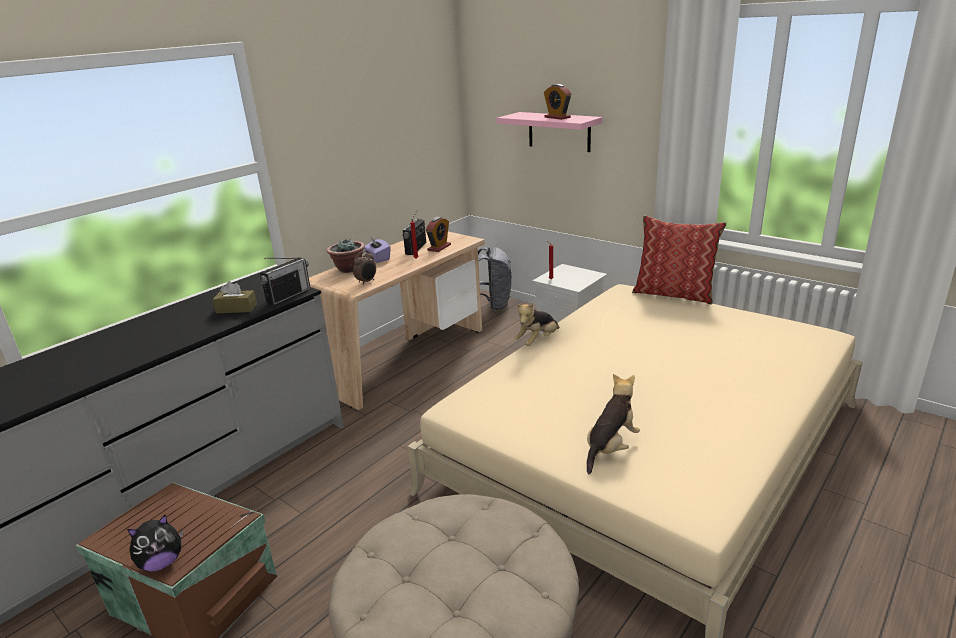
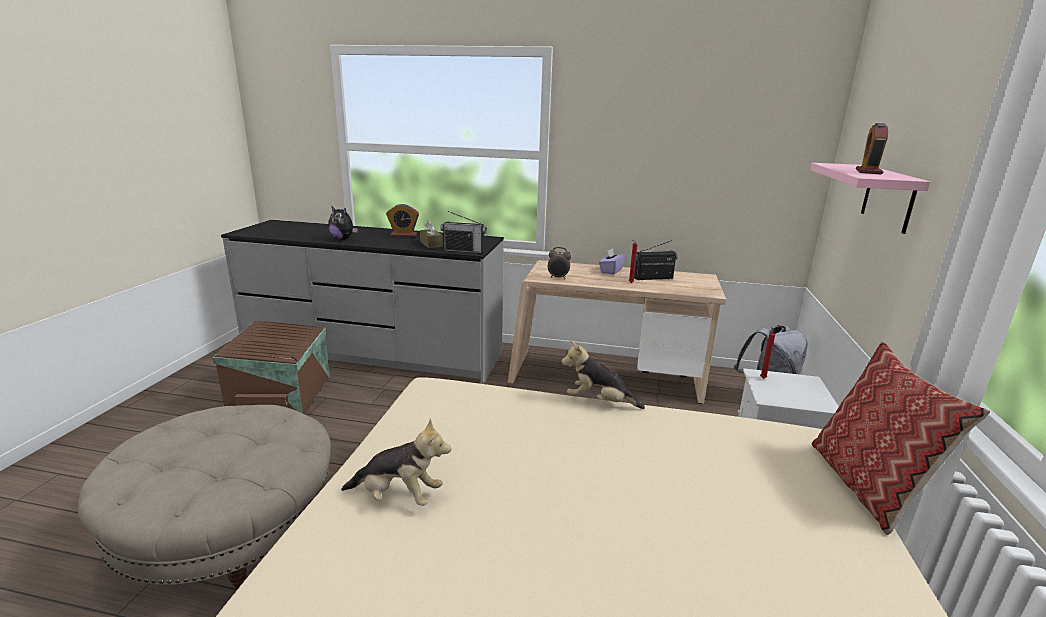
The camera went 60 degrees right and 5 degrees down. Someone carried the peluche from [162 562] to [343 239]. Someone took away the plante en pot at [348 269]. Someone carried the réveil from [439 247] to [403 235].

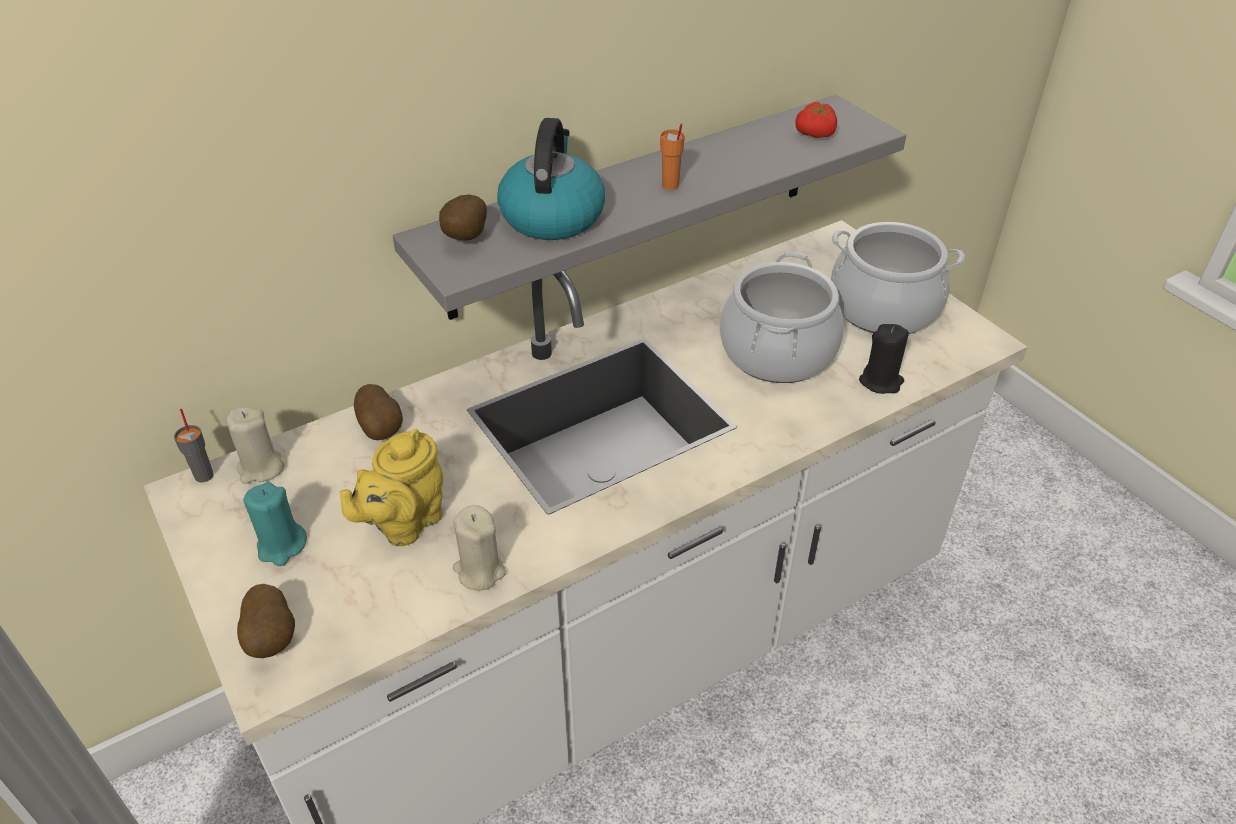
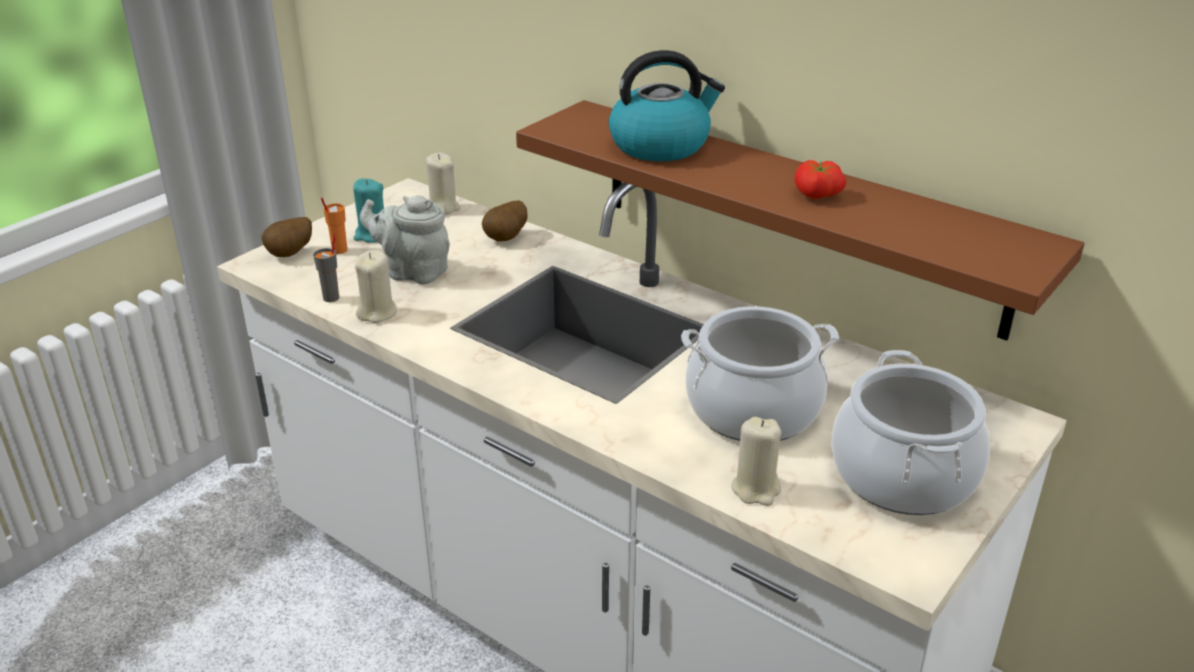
The camera went 70 degrees right and 10 degrees down. Someone carried the tasse [gris] from [204 475] to [331 298]. Someone repainted the théière [jaune] at [404 523], which became the théière [gris] at [413 272]. Someone repainted the étagère [gris] at [635 205], which became the étagère [marron] at [796 214]. Someone took away the pomme de terre at [463 239]. Someone carried the tasse [orange] from [670 185] to [339 250]. Someone carried the tomate from [816 134] to [816 195]. Someone repainted the bougie [noir] at [881 382], which became the bougie [beige] at [756 489].

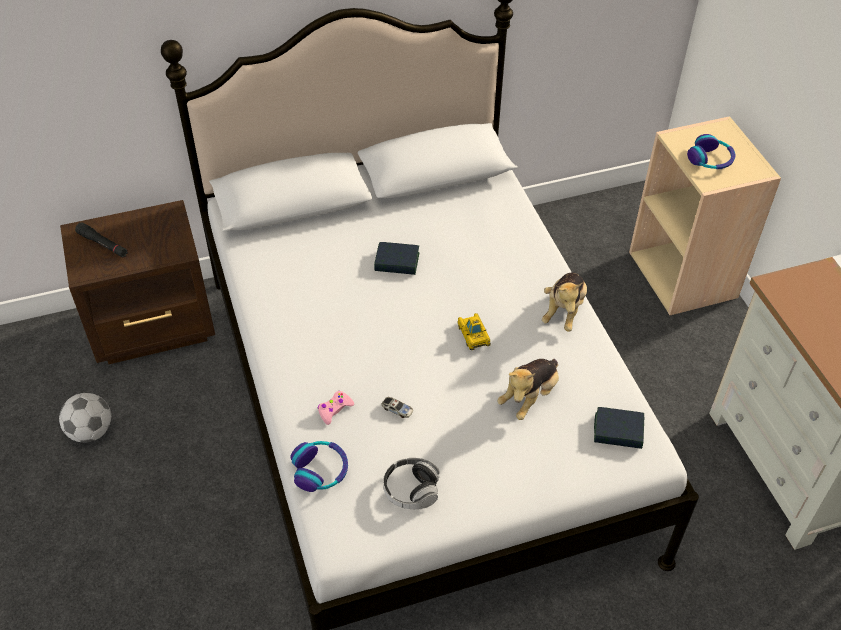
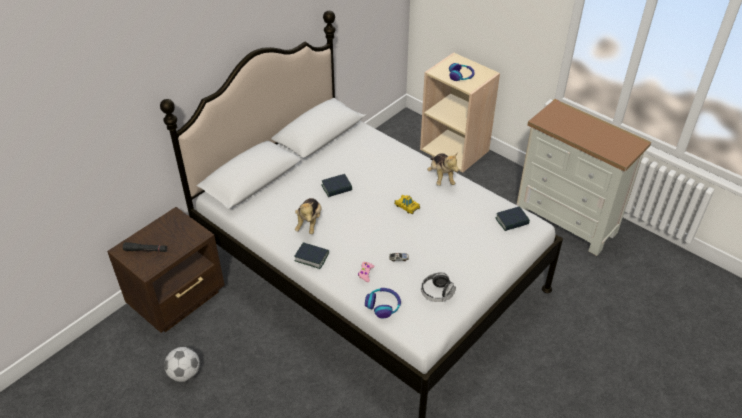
The camera went 30 degrees left and 5 degrees down. Someone carried the peluche from [529 396] to [309 223]. Someone put down the livre at [311 257].

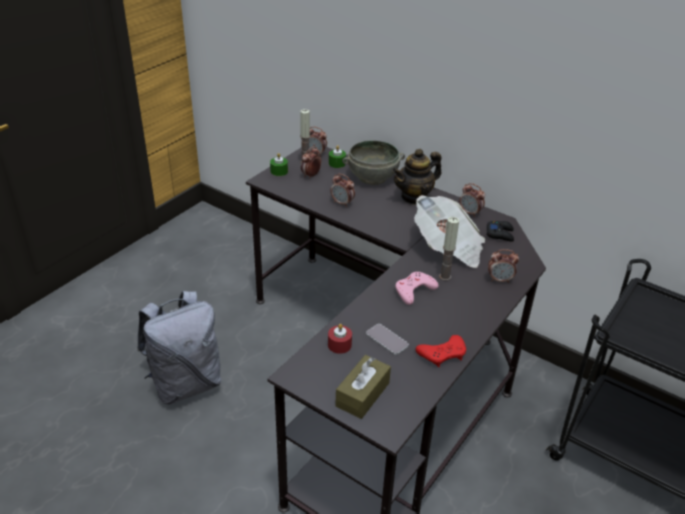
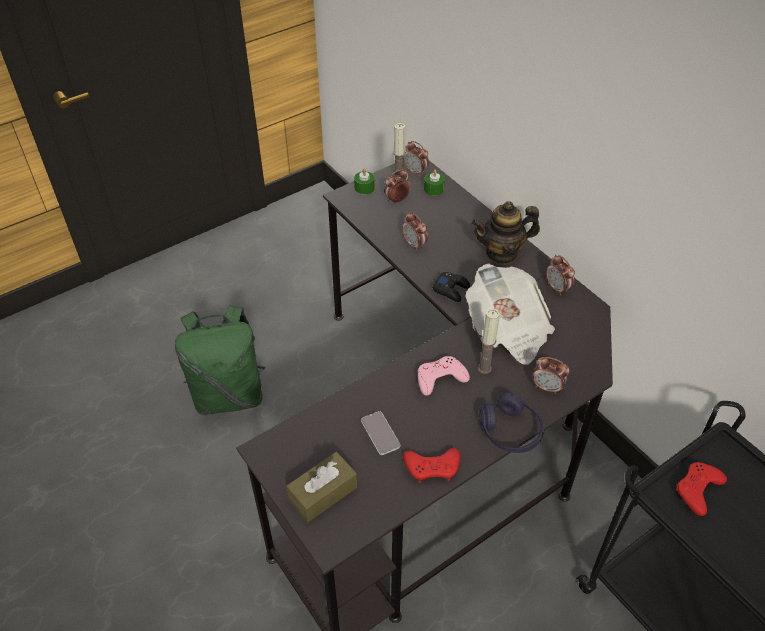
The camera went 20 degrees right and 10 degrees up. Someone repainted the sac à dos [gris] at [186 383], which became the sac à dos [vert] at [229 394]. Someone took away the bougie [rouge] at [339 345]. Someone took away the bol [gris] at [372 177]. Someone carried the manette [noir] from [500 234] to [451 289]. Someone put down the casque audio [violet] at [510 431]. Someone put down the manette [rouge] at [698 489].

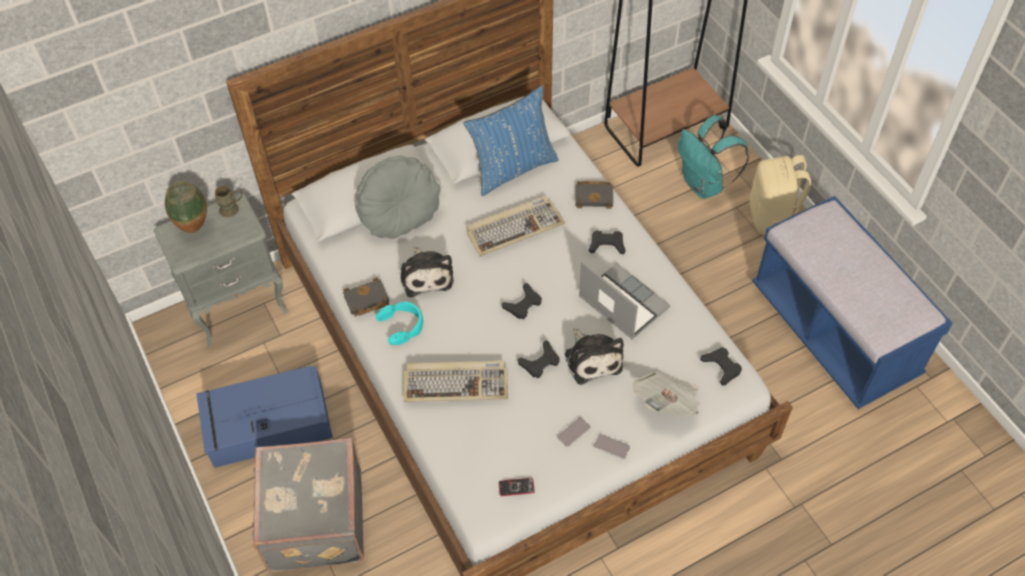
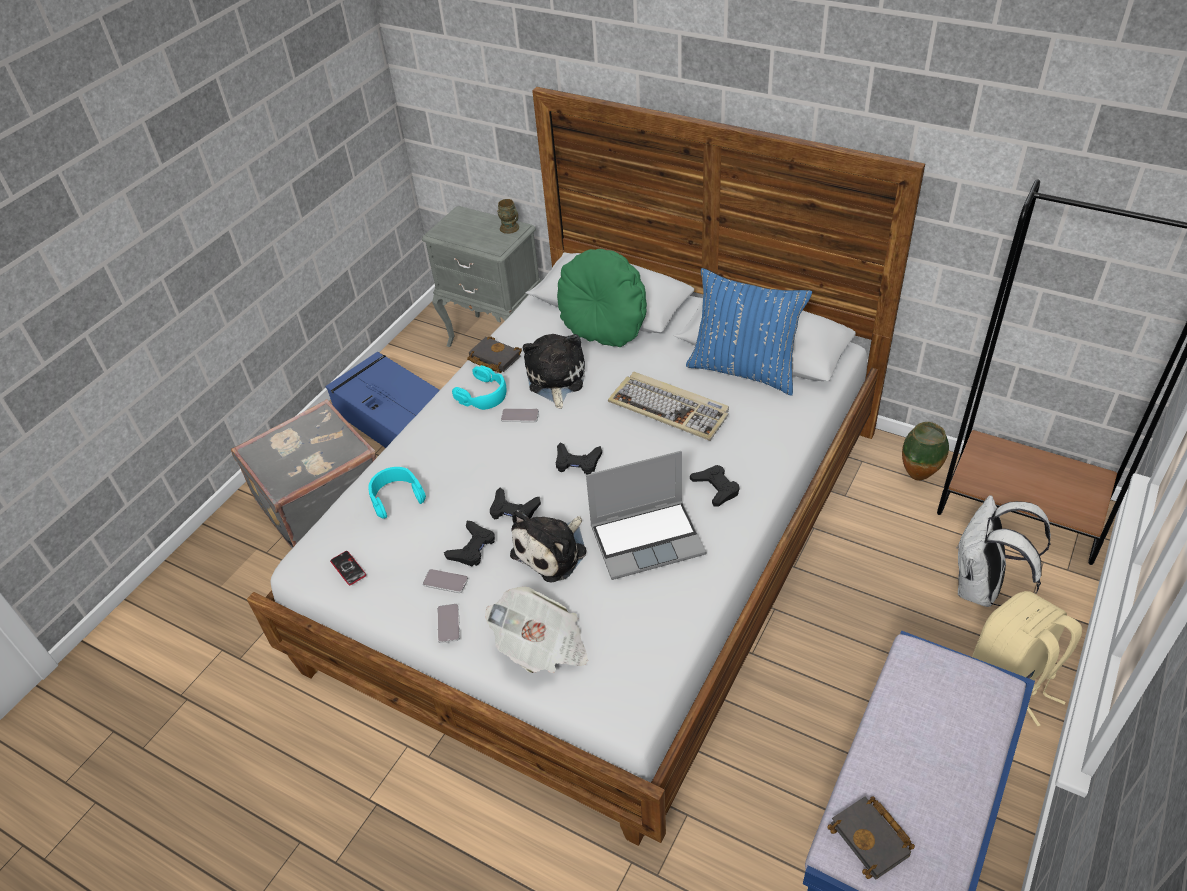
The camera went 60 degrees right and 10 degrees down. Someone carried the vase from [195 229] to [919 478]. Someone repainted the coussin [gris] at [401 221], which became the coussin [vert] at [604 333]. Someone rotated the peluche at [426 275] by 135 degrees clockwise. Someone took away the clavier at [456 383]. Someone carried the livre [noir] from [595 196] to [873 840]. Someone rotated the ordinateur portable at [621 303] by 60 degrees clockwise. Someone repainted the sac à dos [turquoise] at [704 185], which became the sac à dos [blanc] at [982 588]. Someone carried the manette [noir] from [721 367] to [472 548]. Someone put down the casque audio [turquoise] at [396 497]. Someone put down the téléphone at [520 416].

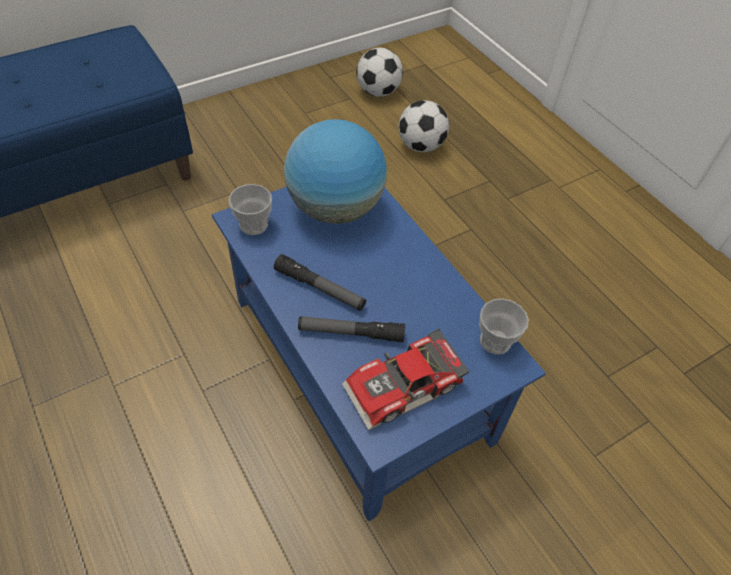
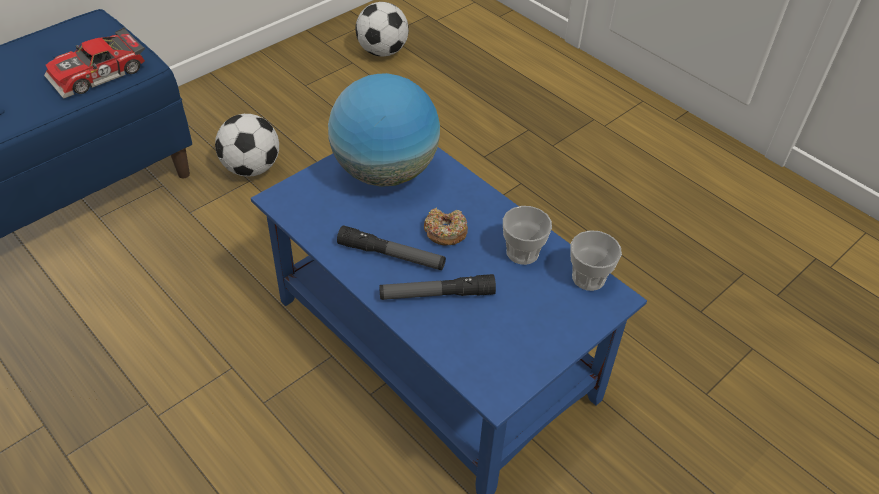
The camera went 10 degrees left and 5 degrees down. Someone carried the tasse from [253 225] to [522 252]. Someone carried the petite voiture from [405 389] to [99 74]. Someone carried the ballon de foot from [420 146] to [251 168]. Someone put down the beignet at [445 232].

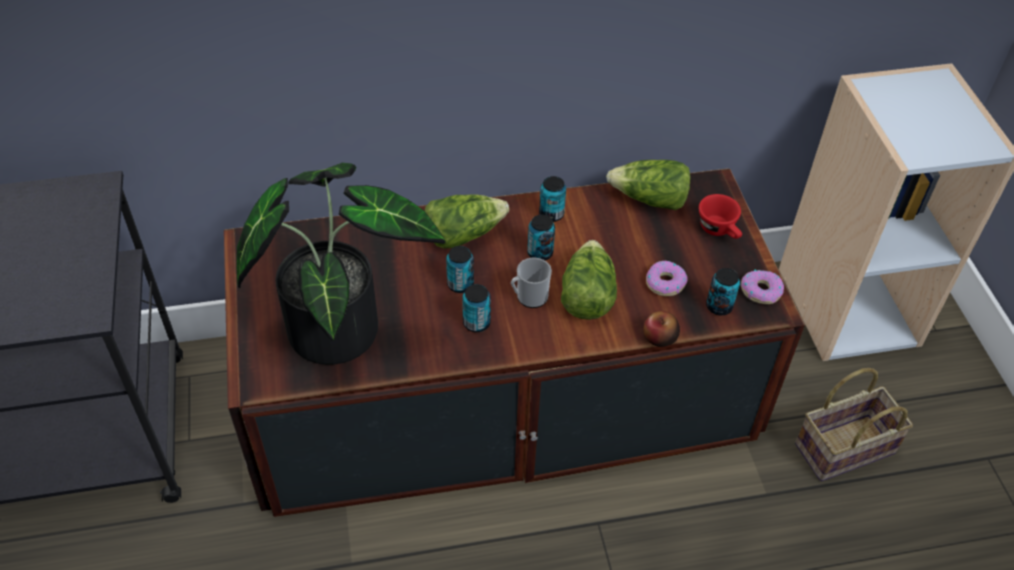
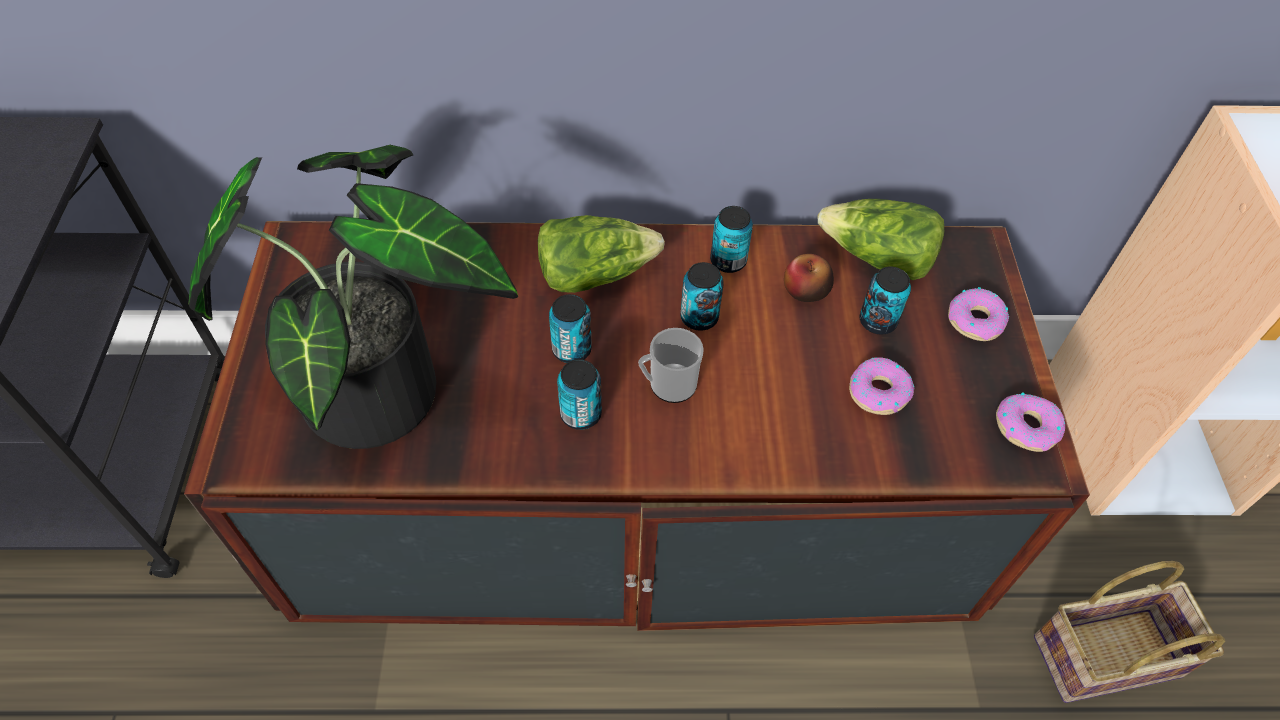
The camera went 10 degrees right and 5 degrees up. Someone took away the laitue at [586 295]. Someone carried the pomme from [659 338] to [805 291]. Someone swapped the tasse [rouge] at [720 230] for the beignet at [976 320]. Someone carried the boîte métallique from [719 306] to [877 321].

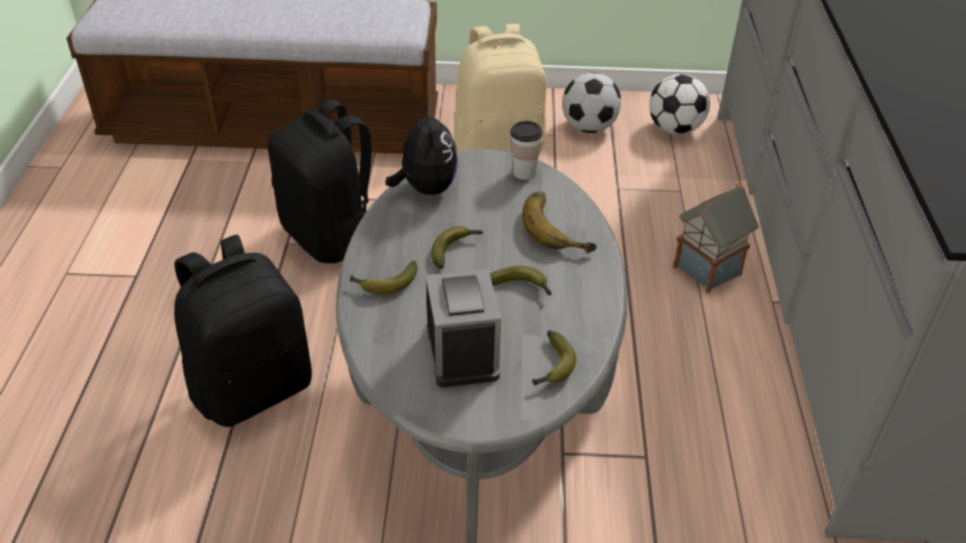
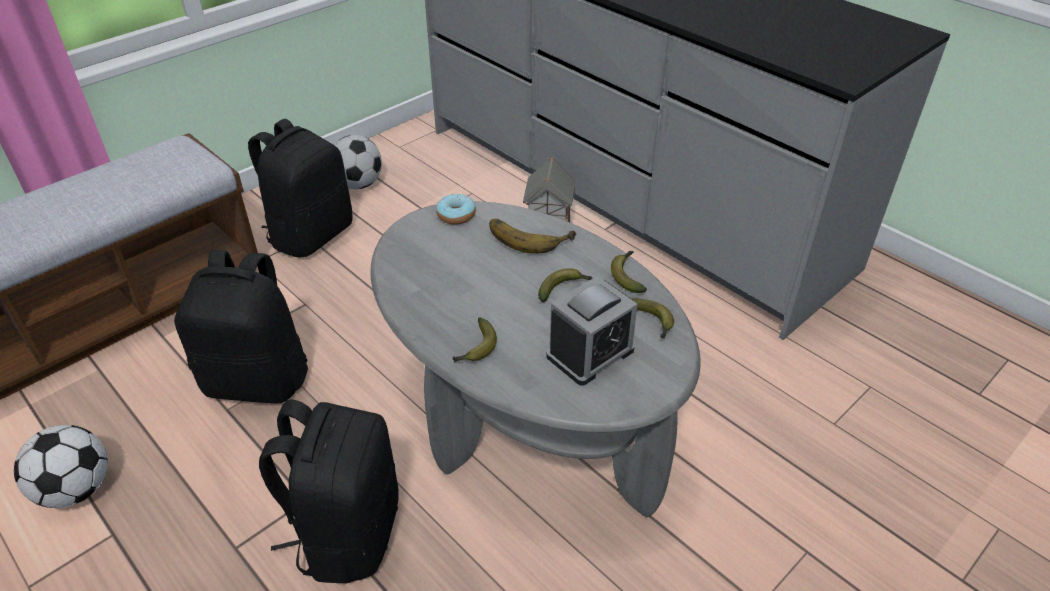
The camera went 45 degrees left and 0 degrees up. Someone took away the peluche at [425 188]. Someone rotated the réveil at [462 352] by 105 degrees clockwise. Someone carried the banane from [455 250] to [627 275]. Someone repainted the sac à dos [beige] at [499 148], which became the sac à dos [noir] at [311 235]. Someone swapped the tasse at [524 173] for the beignet at [456 215]. Someone carried the ballon de foot from [675 129] to [76 489].

